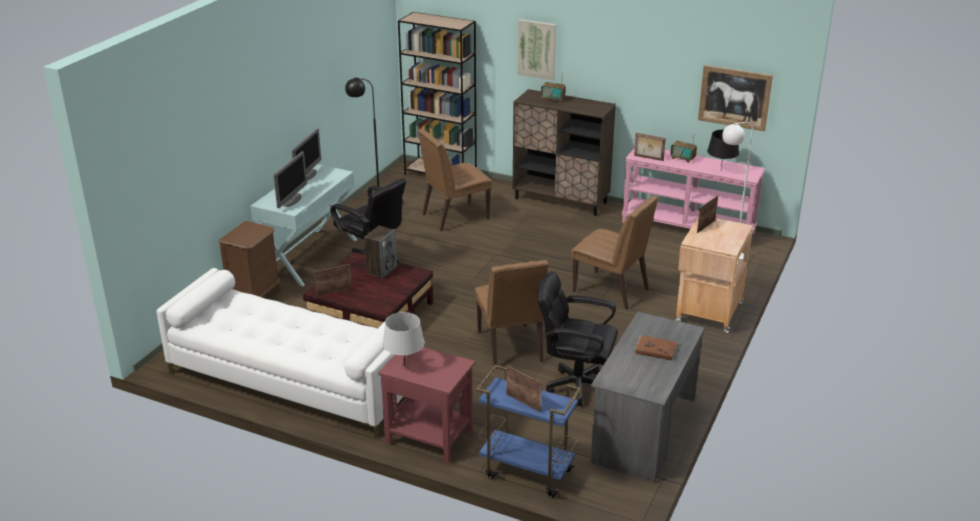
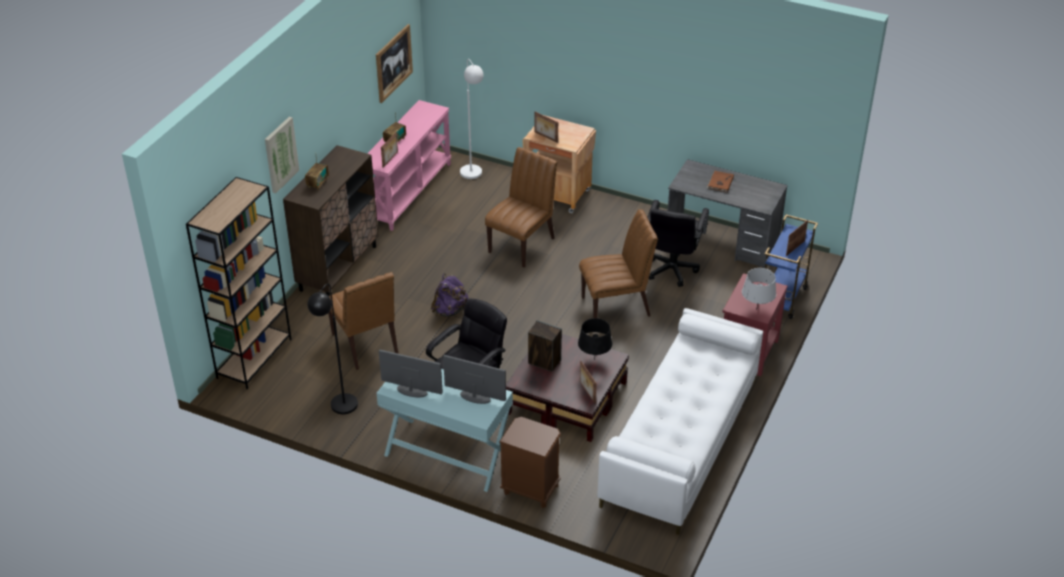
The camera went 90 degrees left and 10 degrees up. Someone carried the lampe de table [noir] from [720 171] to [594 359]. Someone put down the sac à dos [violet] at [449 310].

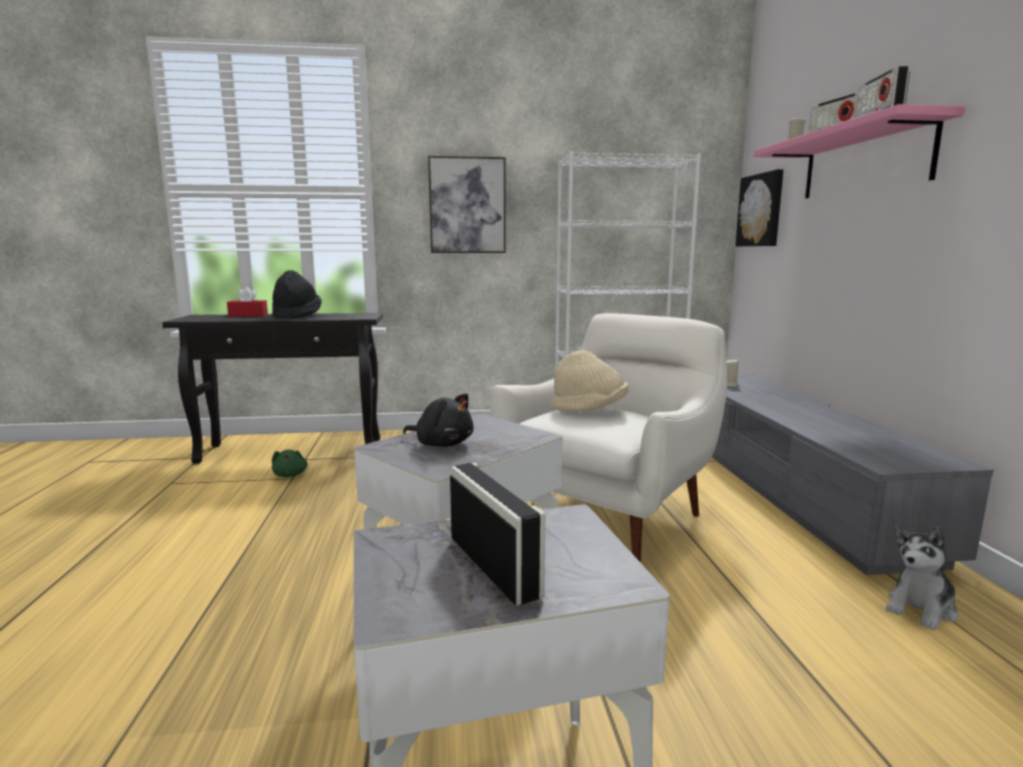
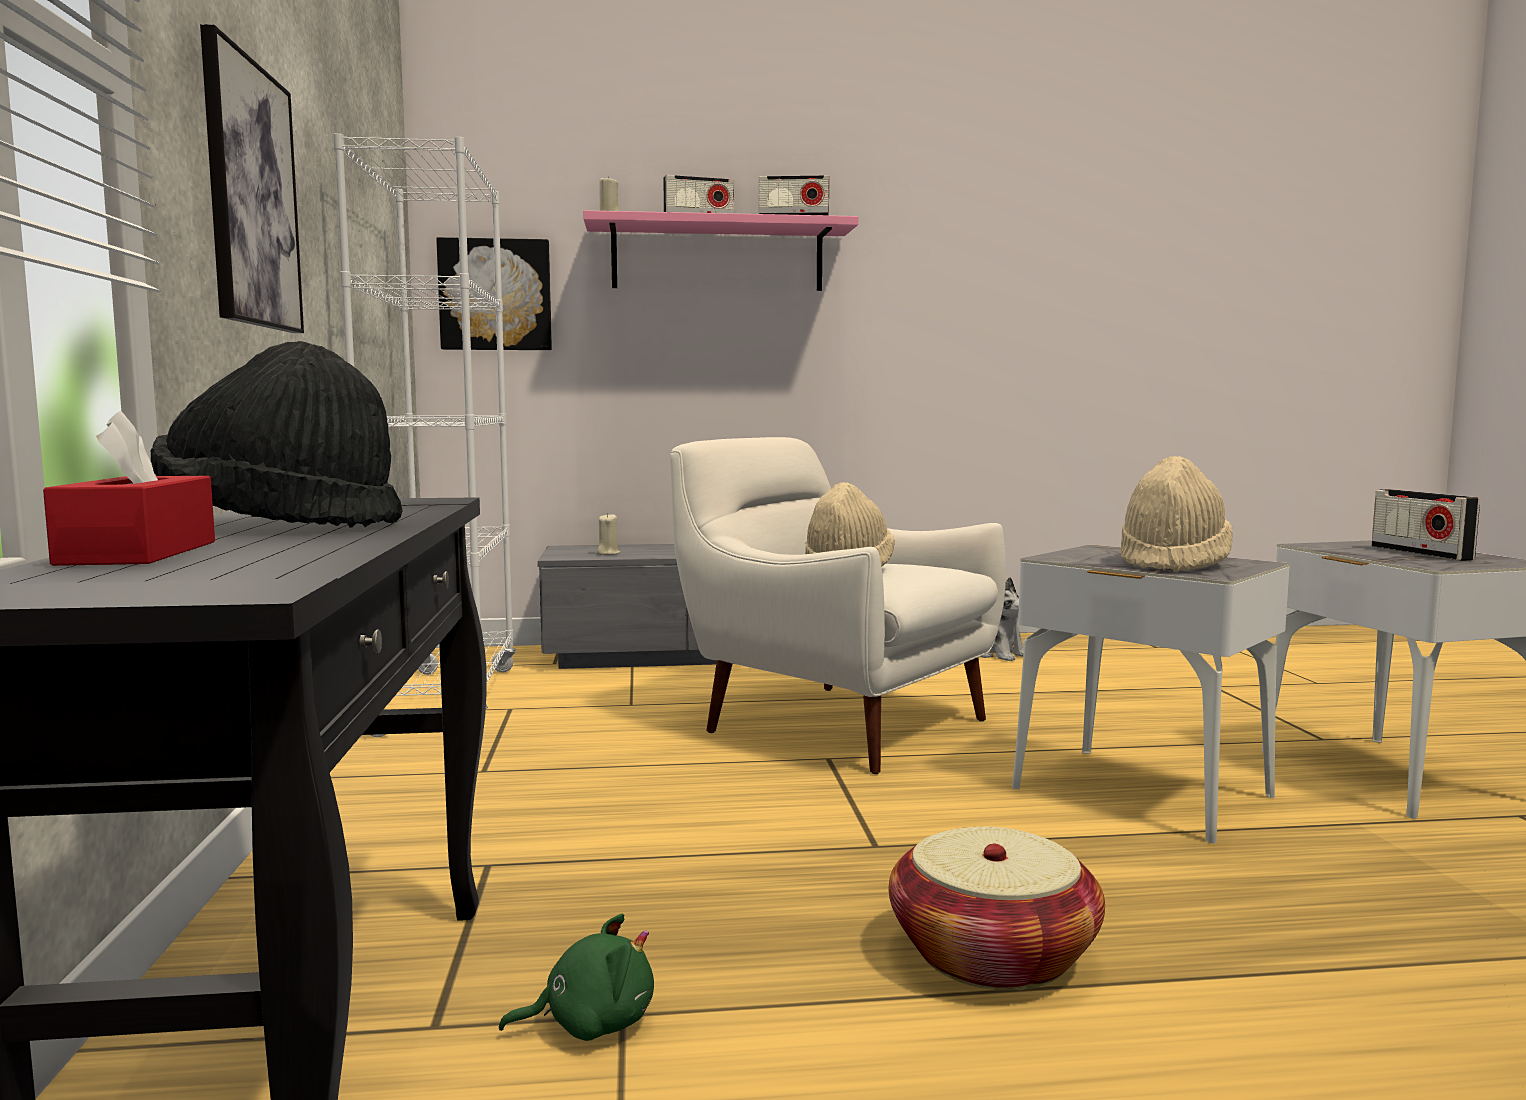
The camera went 90 degrees left and 5 degrees down. Someone swapped the peluche [noir] at [442 444] for the chapeau [beige] at [1173 563]. Someone rotated the radio at [493 565] by 75 degrees counterclockwise. Someone put down the panier at [993 955].

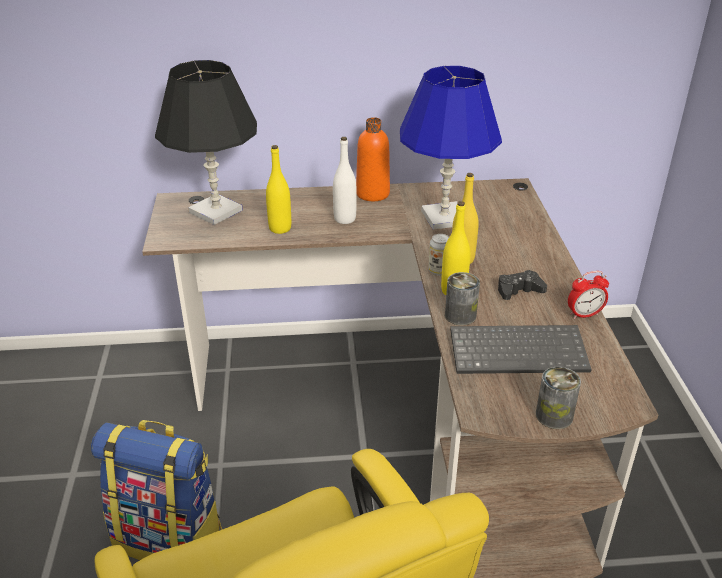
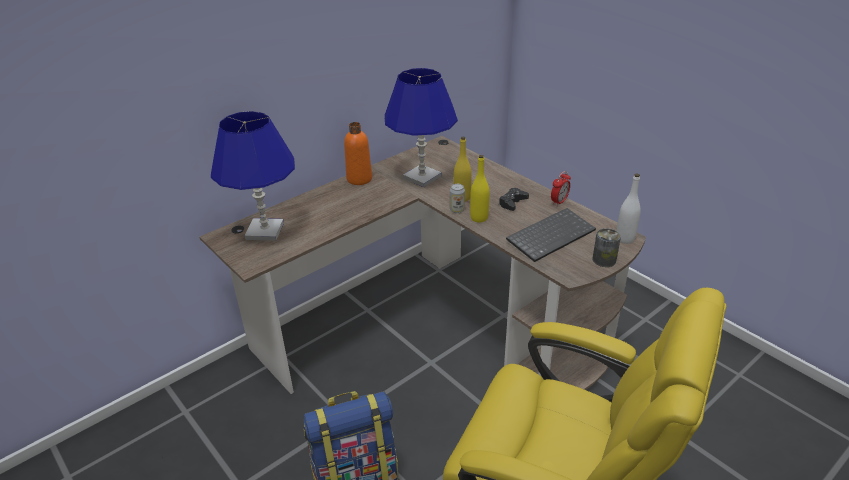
The camera went 35 degrees left and 0 degrees up. Someone repainted the lampe de table [noir] at [216 211], which became the lampe de table [bleu] at [265 231]. Someone took away the bouteille [jaune] at [280 228]. Someone carried the bouteille [blanc] from [345 219] to [624 239]. Someone took away the boîte métallique at [460 315].

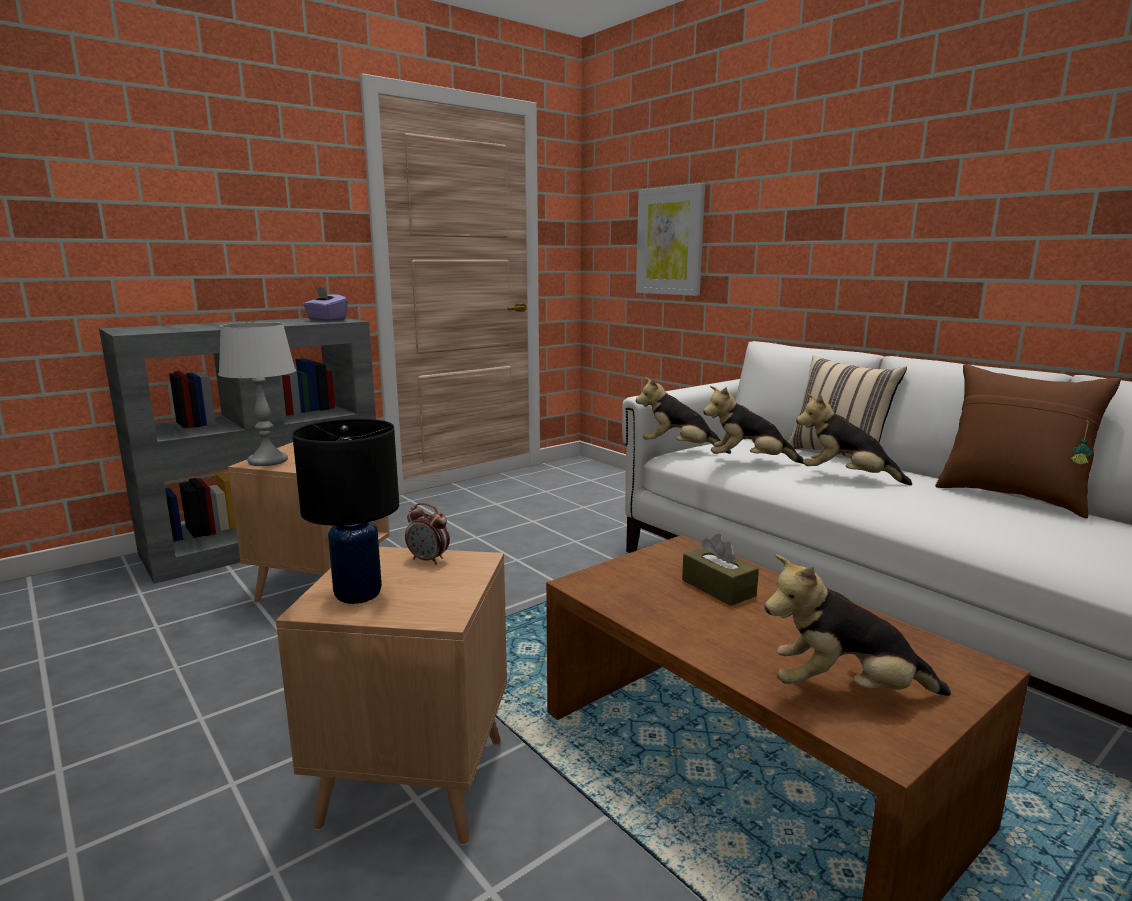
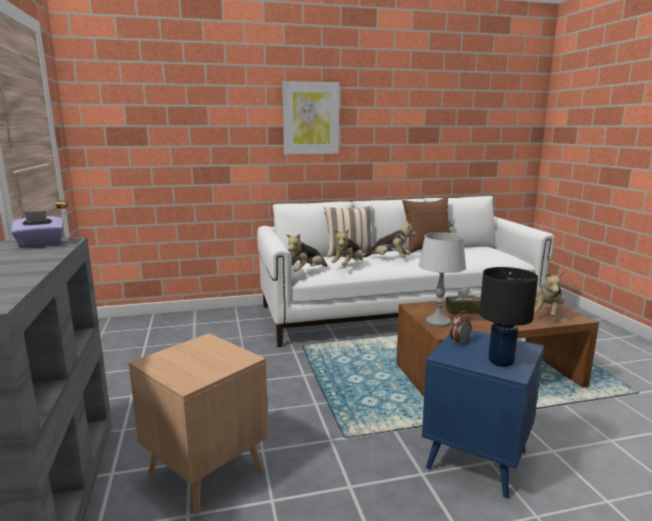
The camera went 65 degrees left and 0 degrees up. Someone carried the lampe de table [gris] from [268 461] to [438 322]. Someone repainted the table d'appoint [marron] at [414 782], which became the table d'appoint [bleu] at [476 460]. Someone carried the tableau from [670 241] to [311 118]. Someone rotated the peluche at [846 478] by 120 degrees counterclockwise.

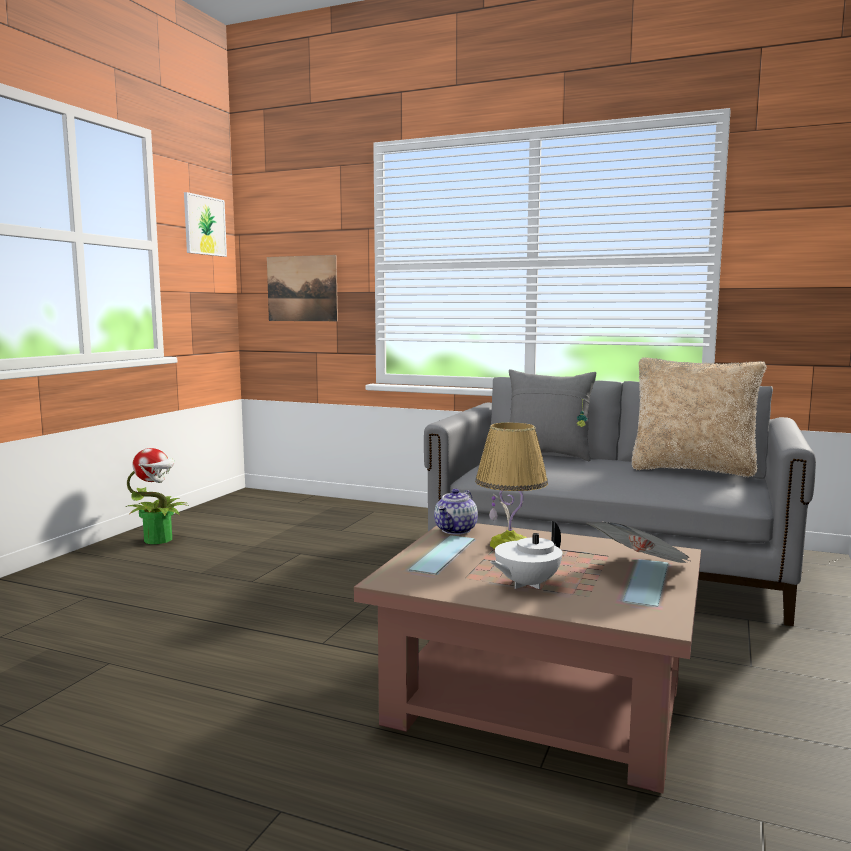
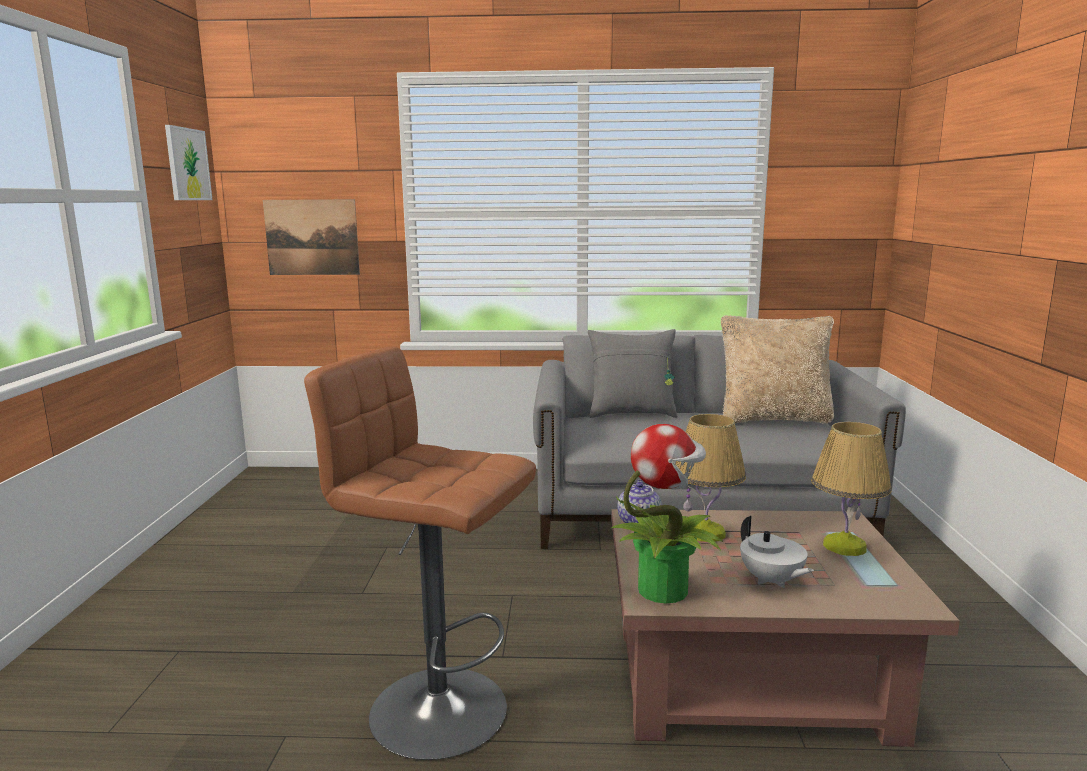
The camera went 20 degrees left and 5 degrees up. Someone carried the plante en pot from [159 539] to [664 589]. Someone rotated the théière [blanc] at [526 584] by 60 degrees counterclockwise. Someone swapped the journal at [641 571] for the lampe de table at [844 546]. Someone put down the tabouret [marron] at [438 710].

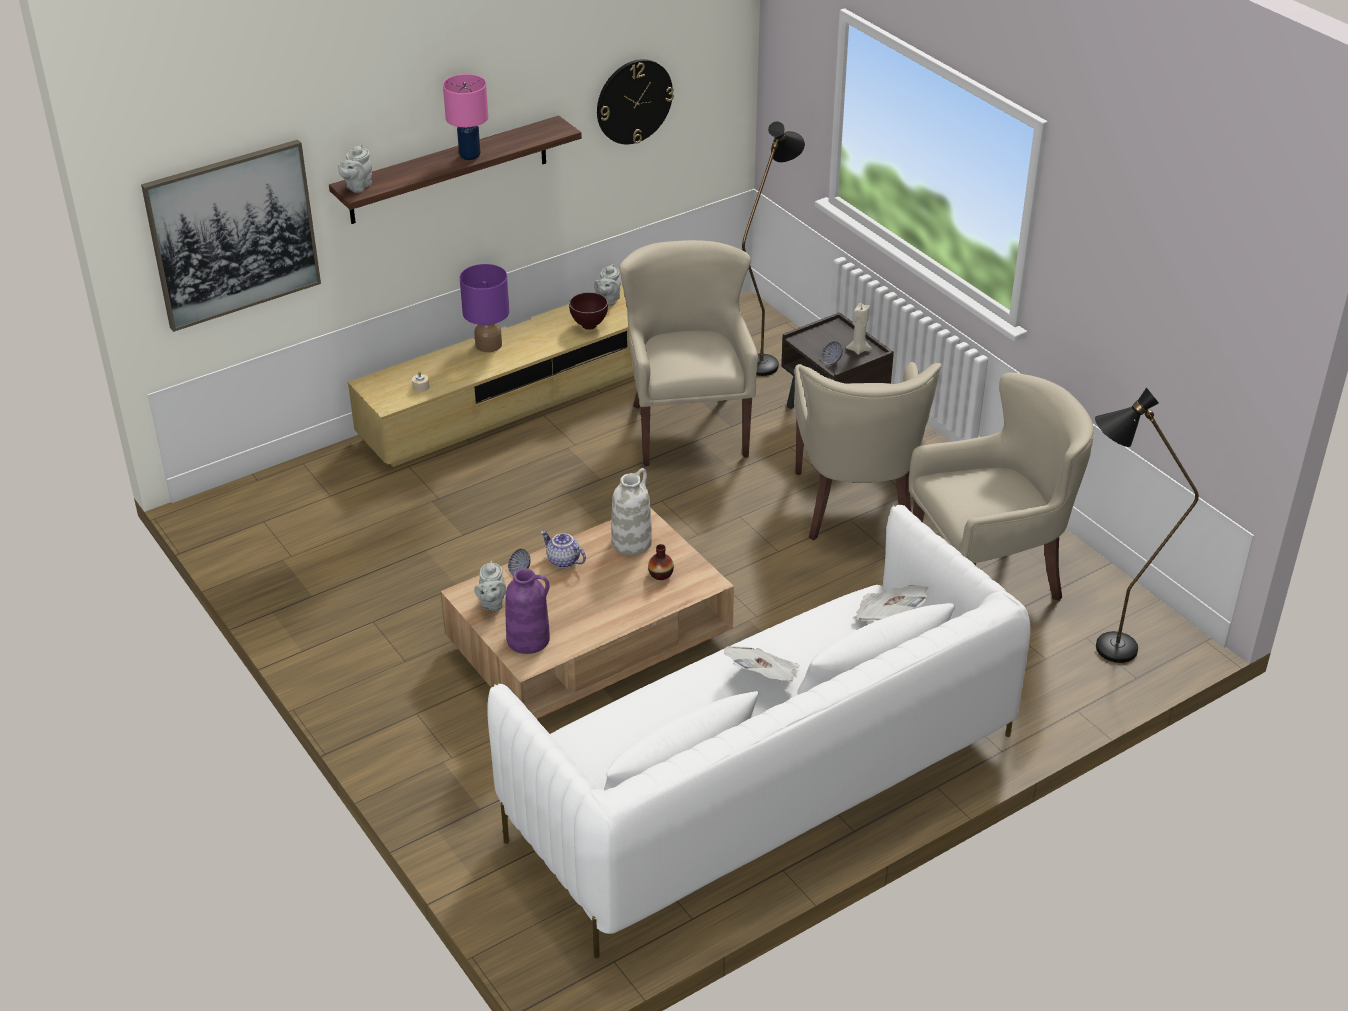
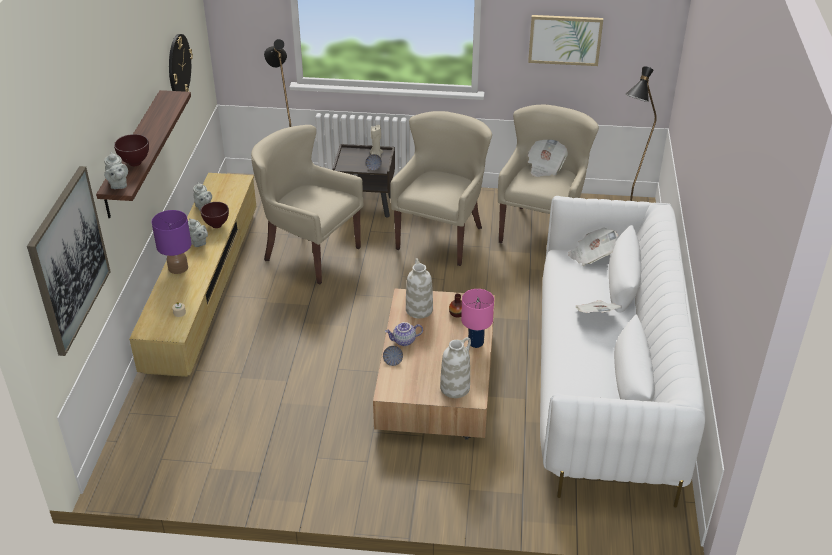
The camera went 50 degrees left and 0 degrees up. Someone carried the lampe de table [rose] from [469 156] to [476 344]. Someone carried the théière [gris] from [492 603] to [198 243]. Someone repainted the vase [violet] at [529 639], which became the vase [blanc] at [455 387]. Someone rotated the fauteuil [beige] at [854 506] by 105 degrees counterclockwise. Someone put down the bol [marron] at [135 164]. Someone put down the journal at [545 167]. Someone put up the tableau at [565 39].

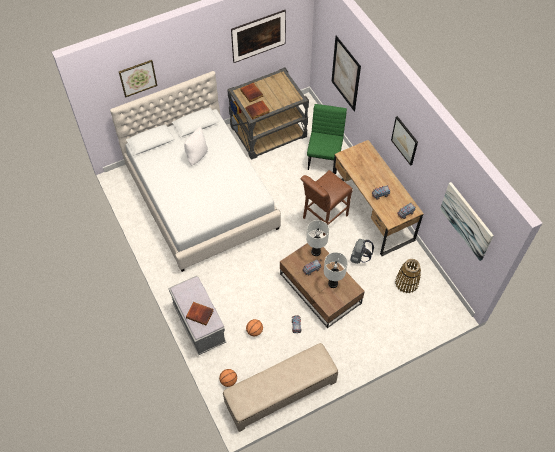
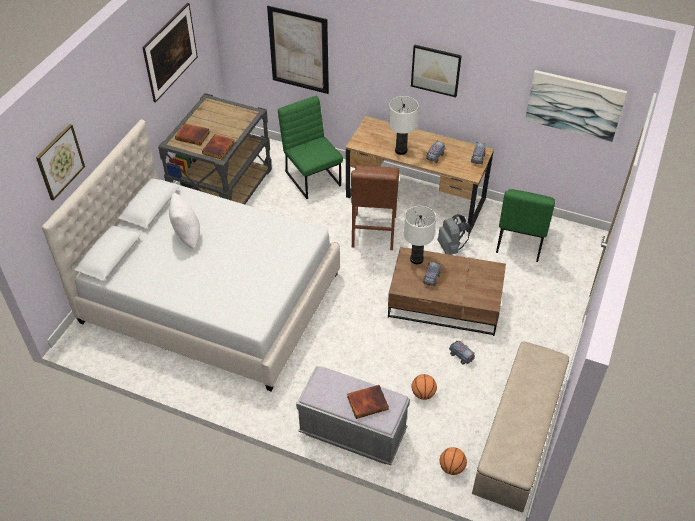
The camera went 40 degrees left and 10 degrees down. Someone carried the lampe de table [blanc] from [333 283] to [401 150]. Someone swapped the panier at [406 282] for the chaise [vert] at [520 241].

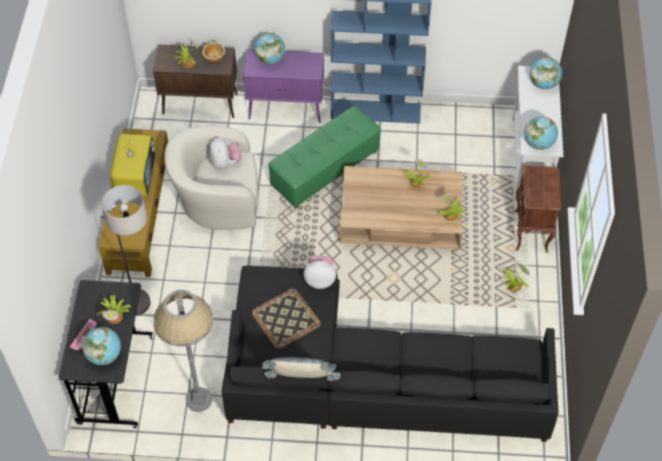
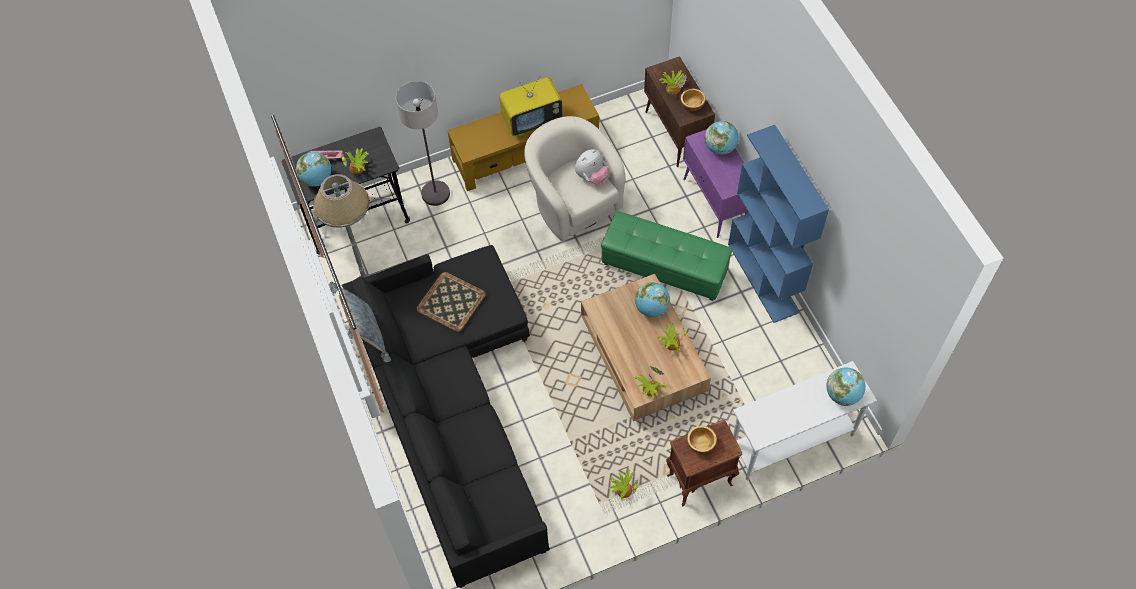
The camera went 65 degrees right and 5 degrees up. Someone took away the peluche at [320 279]. Someone carried the globe from [538 143] to [651 308]. Someone put down the bol at [700 443].

